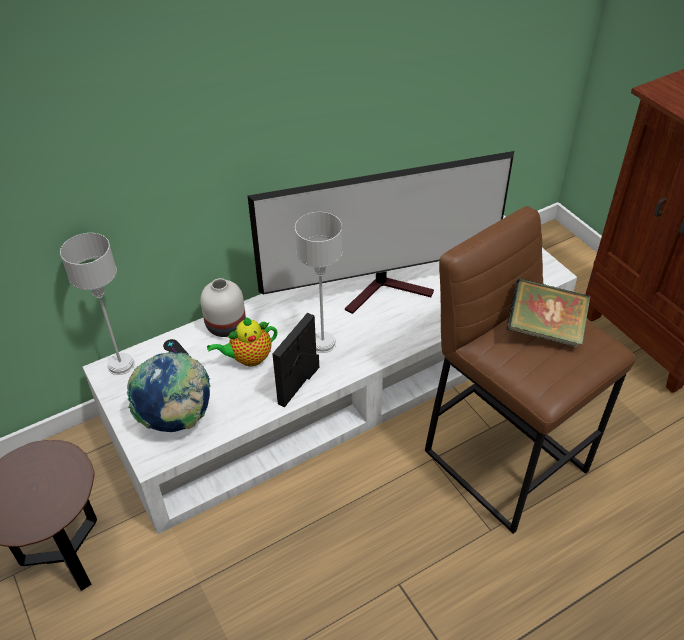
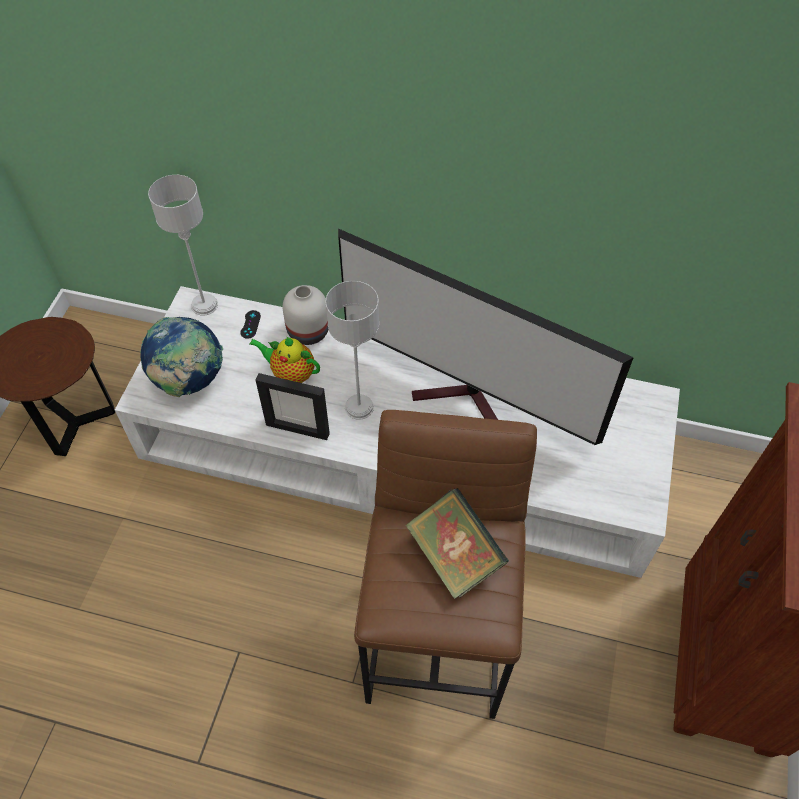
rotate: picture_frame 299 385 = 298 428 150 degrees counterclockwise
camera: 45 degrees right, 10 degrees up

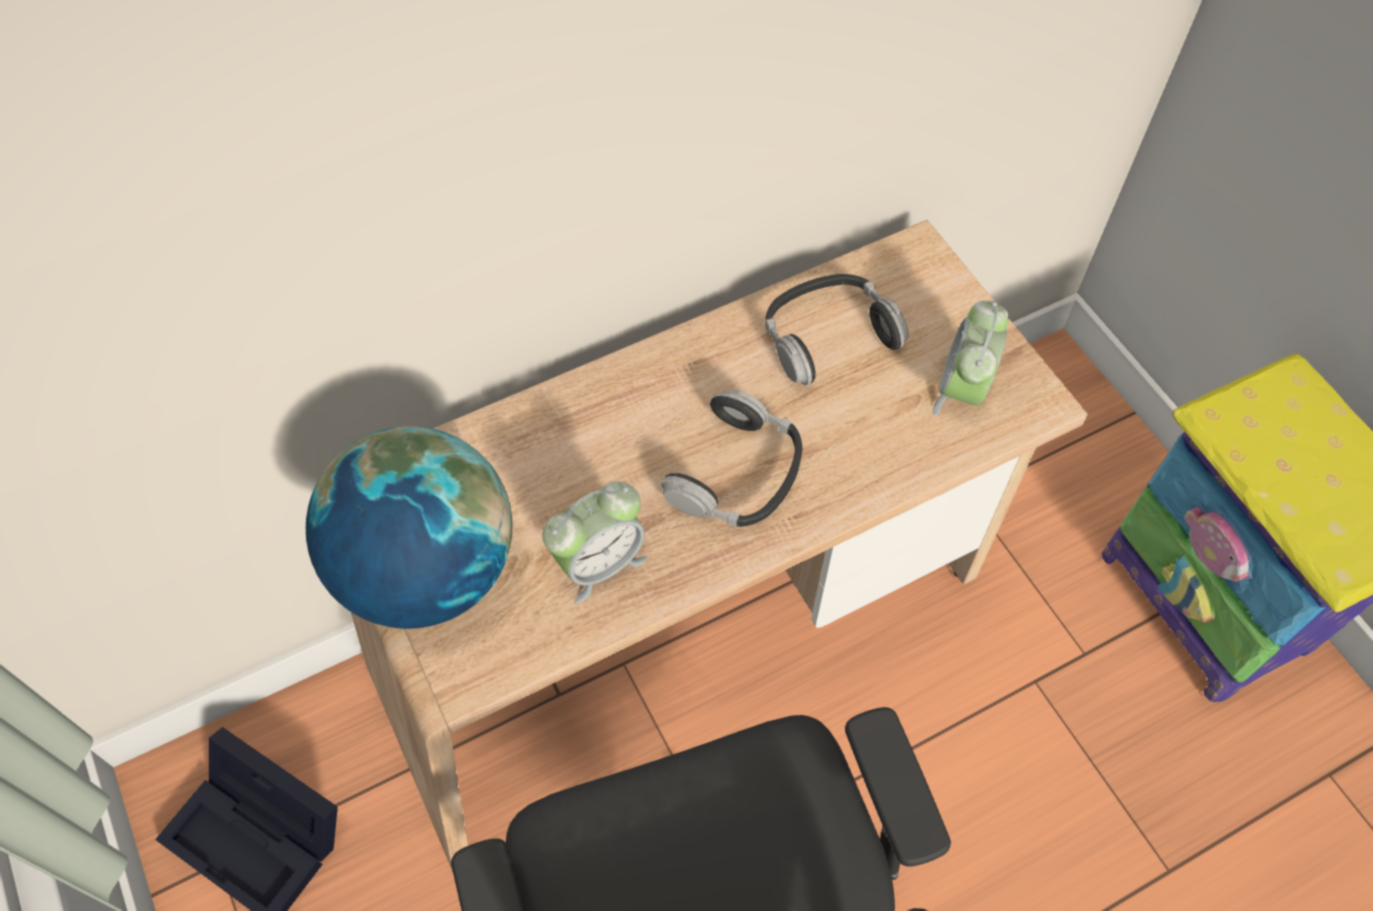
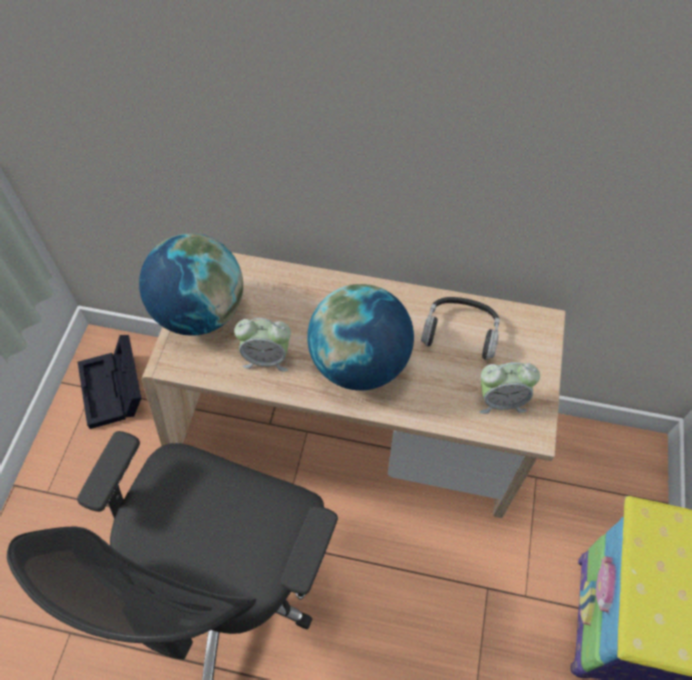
replace: headphones 737 474 to globe 359 363
rotate: alarm_clock 962 389 = 501 400 150 degrees counterclockwise
camera: 40 degrees right, 0 degrees up

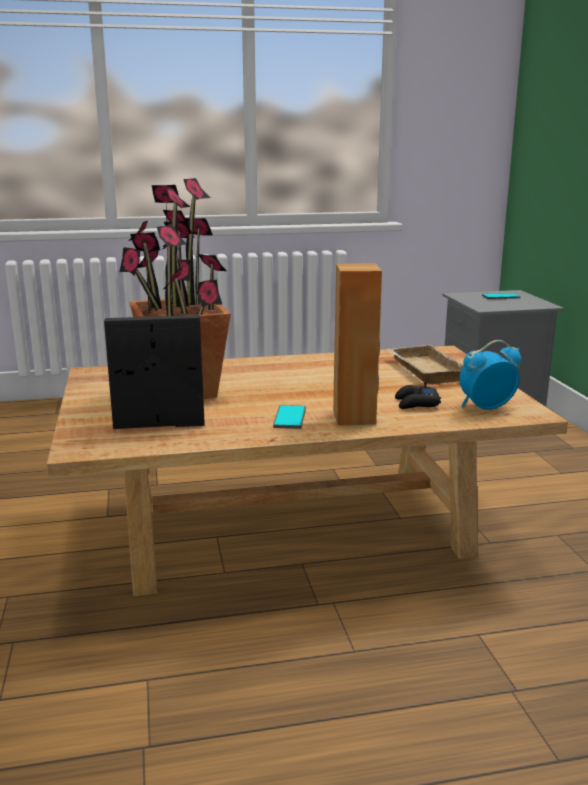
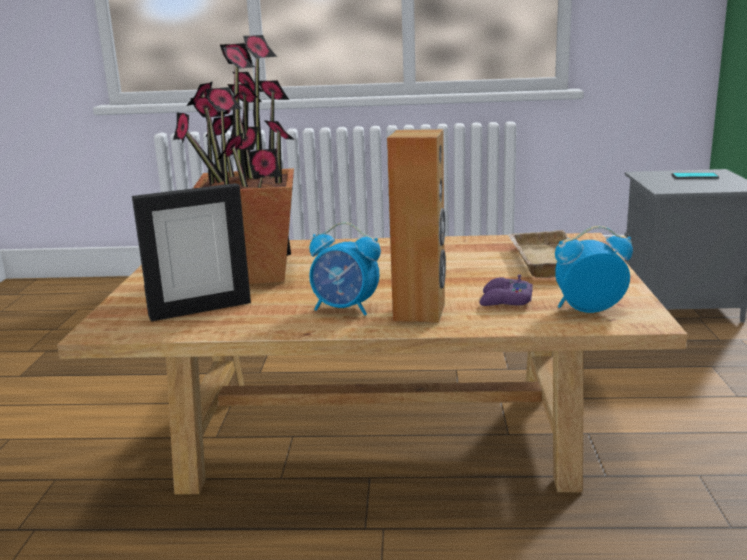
replace: phone 290 418 to alarm_clock 345 309
recolor: black_game_controller 416 403 to purple_game_controller 505 300
rotate: picture_frame 159 425 = 200 309 150 degrees clockwise
camera: 15 degrees right, 0 degrees up

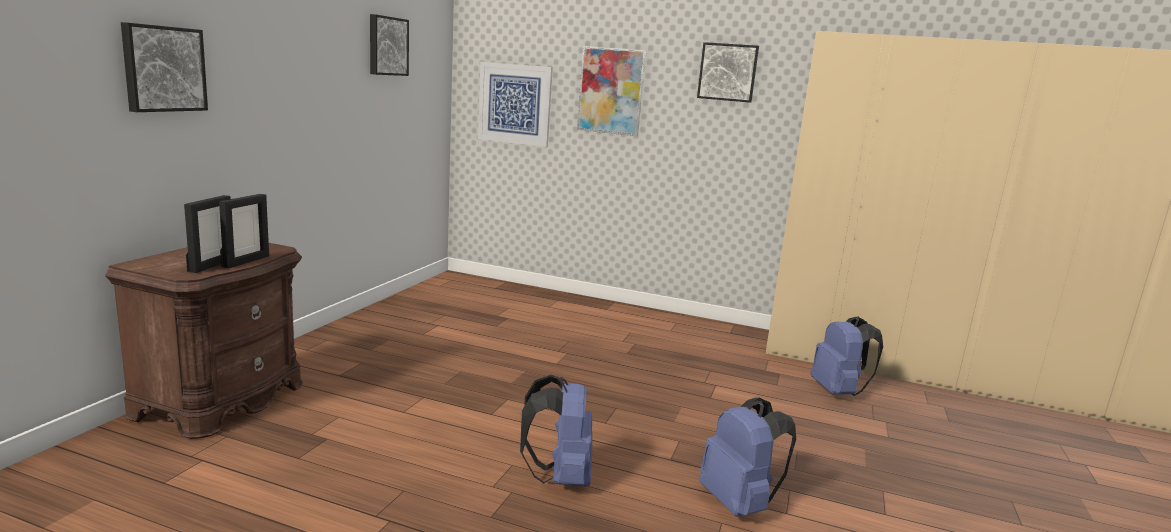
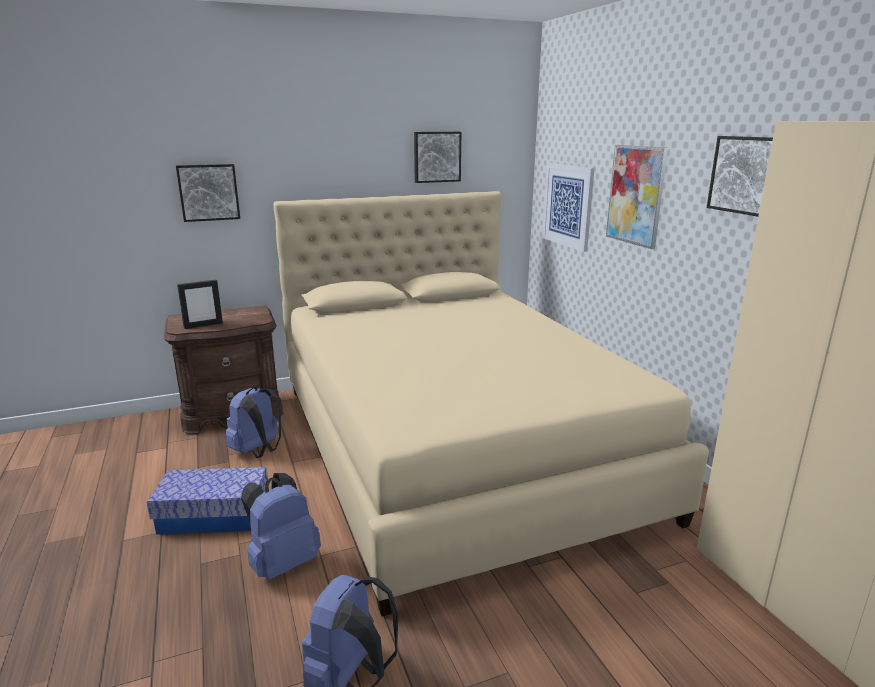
delete: picture_frame 246 261
insert: beige_bed 453 446; storage_box 214 516
move: blue_backpack 838 392 to 258 451
camera: 50 degrees right, 5 degrees up

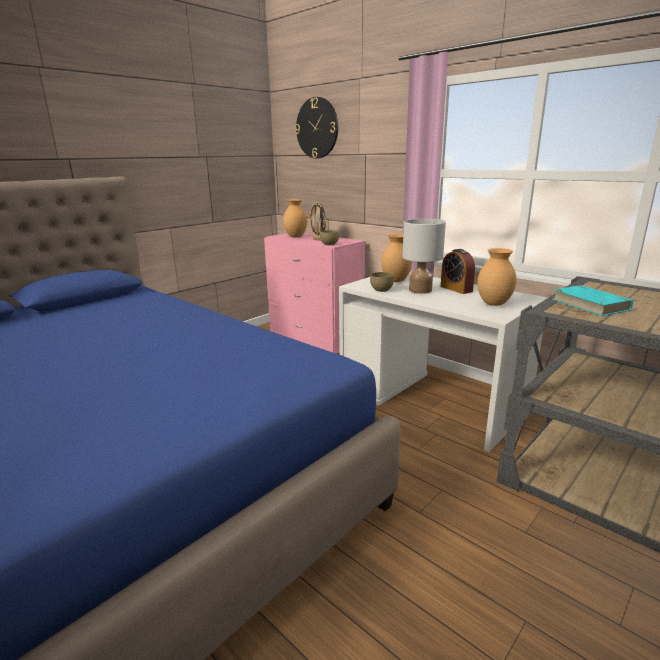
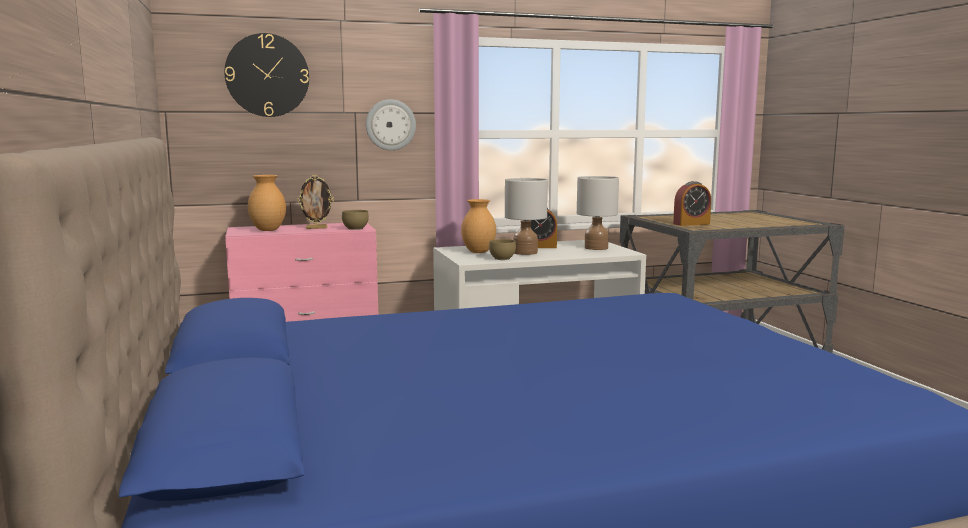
insert: wall_clock 390 125
replace: brown_vase 493 304 to grey_table_lamp 596 248; turquoise_book 589 304 to alarm_clock 691 224
camera: 60 degrees left, 10 degrees down

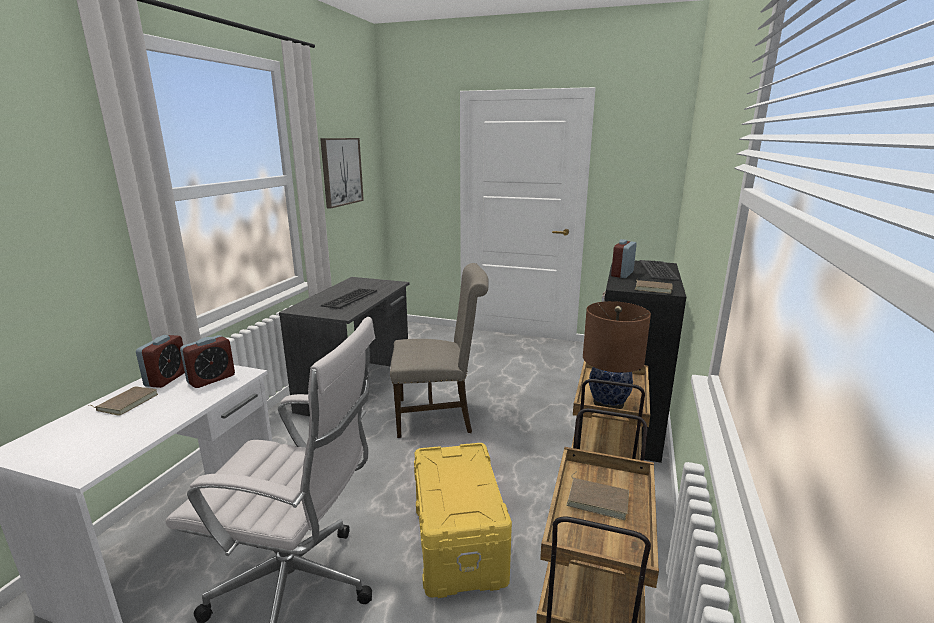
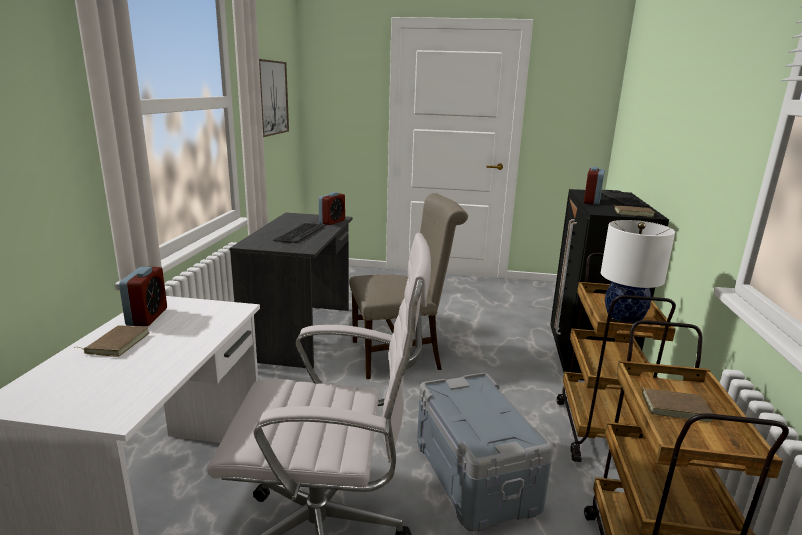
move: alarm_clock 211 379 to 332 222
recolor: brown_table_lamp 608 403 to white_table_lamp 623 321; yellow_storage_box 457 542 to grey_storage_box 473 475
camera: 10 degrees left, 0 degrees up

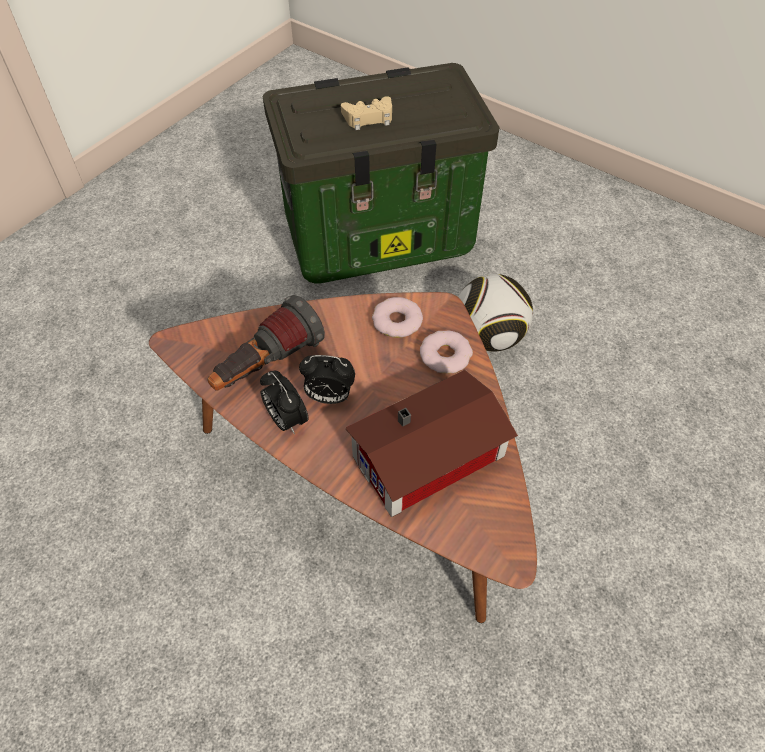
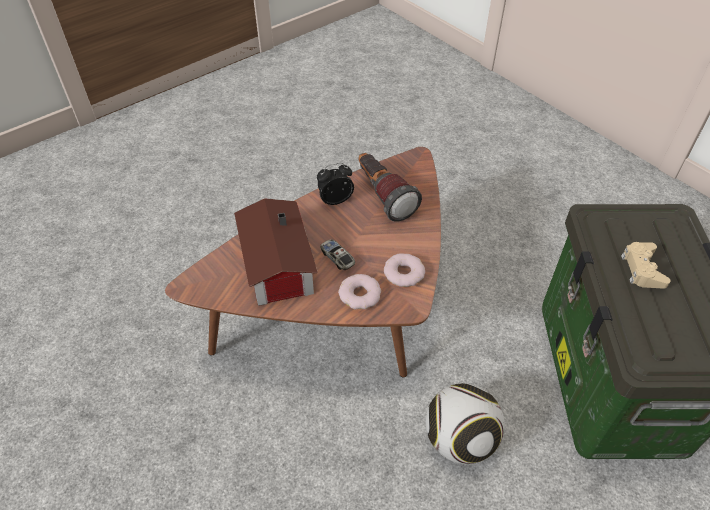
delete: alarm_clock 329 396
insert: toy_car 337 258
camera: 105 degrees right, 5 degrees down

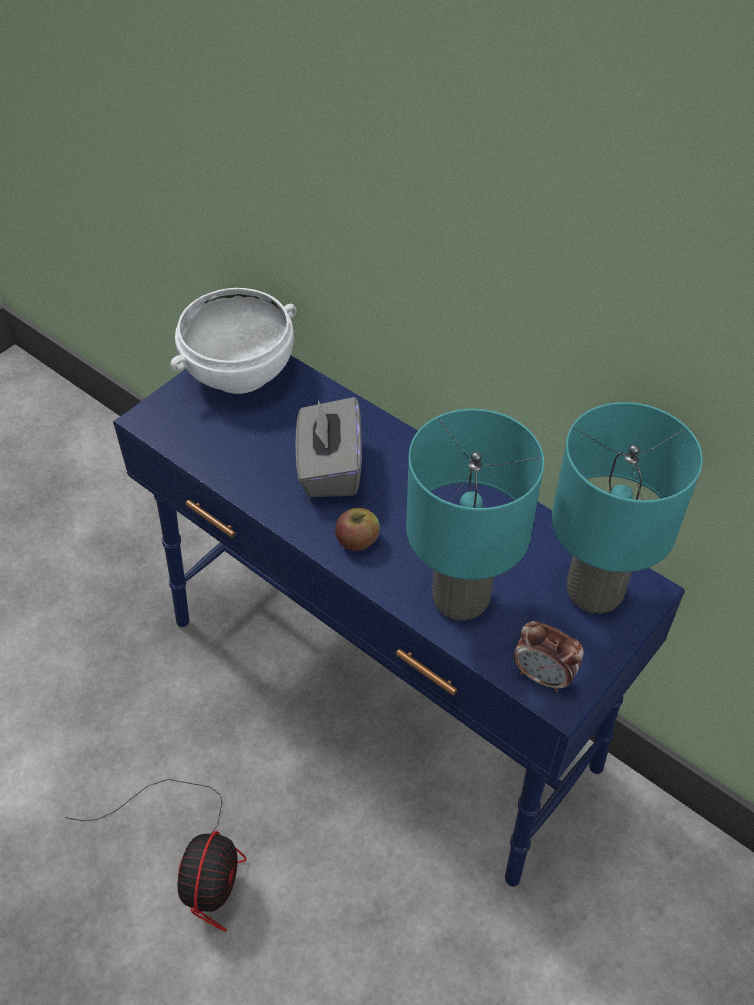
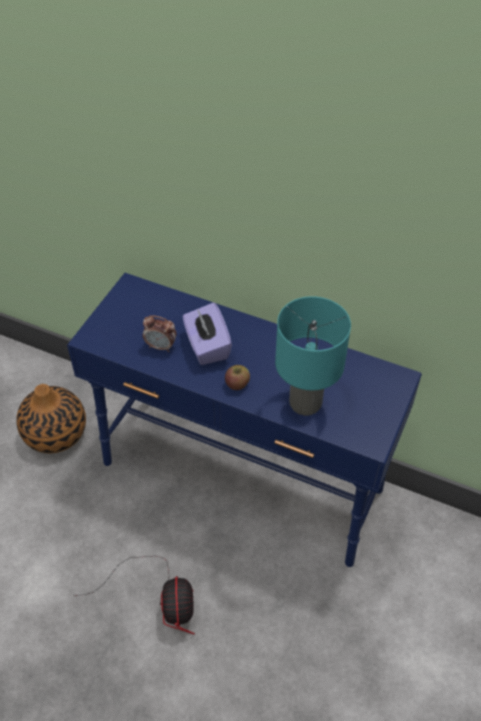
delete: white_bowl 239 371; turquoise_table_lamp 597 594
insert: vase 56 433
move: alarm_clock 543 676 to 161 346
recolor: grey_tissue_box 330 468 to purple_tissue_box 207 346
camera: 15 degrees left, 0 degrees up

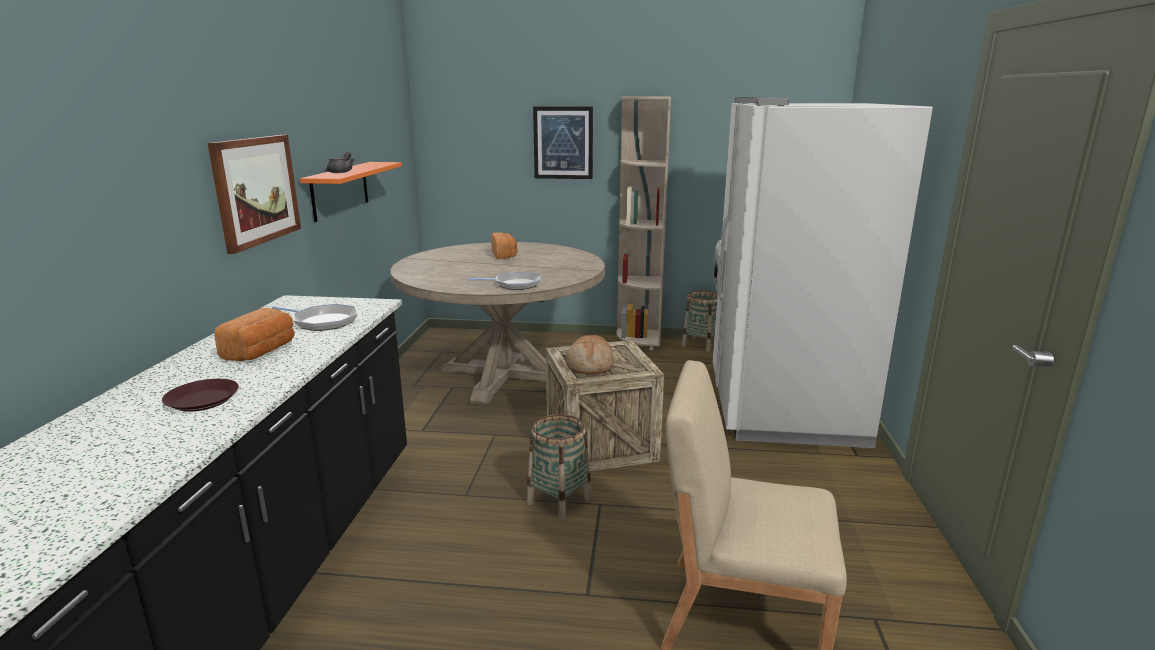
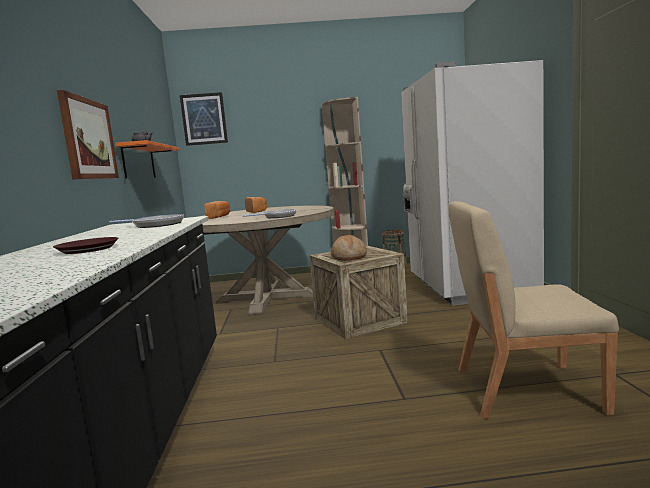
delete: basket 559 501
move: picture 563 143 to 204 119; bread 262 351 to 219 217
camera: 10 degrees left, 10 degrees down

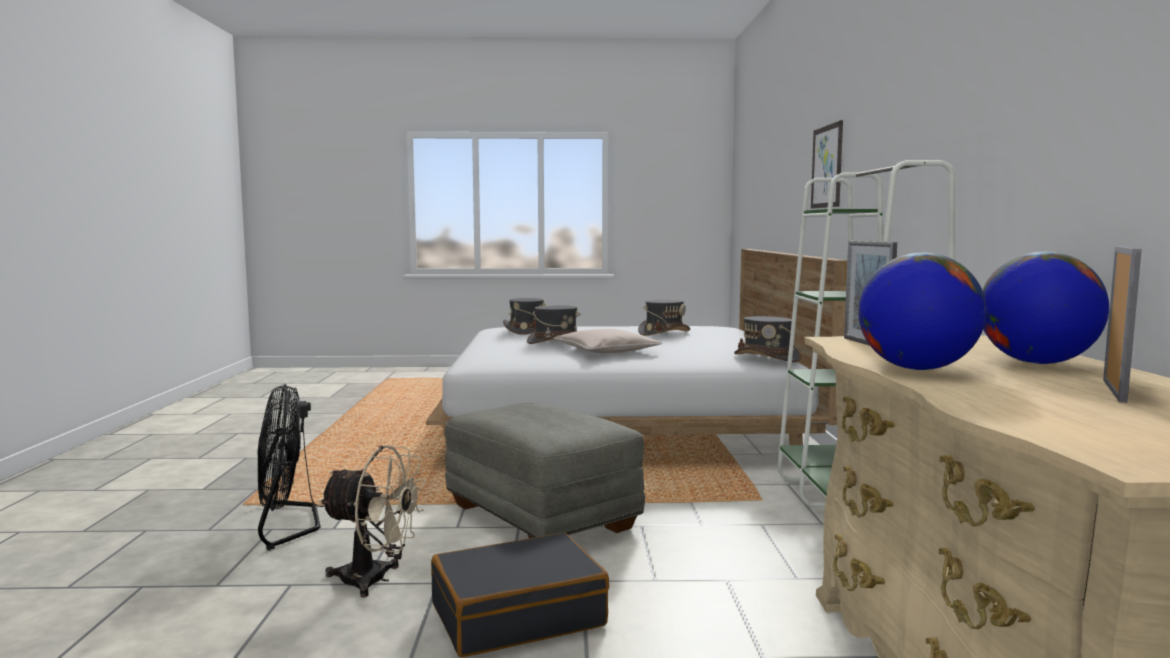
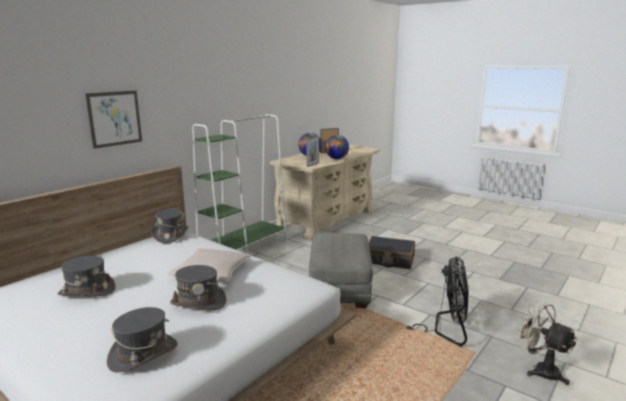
move: beige_fan 375 580 to 540 370
camera: 140 degrees left, 10 degrees up

